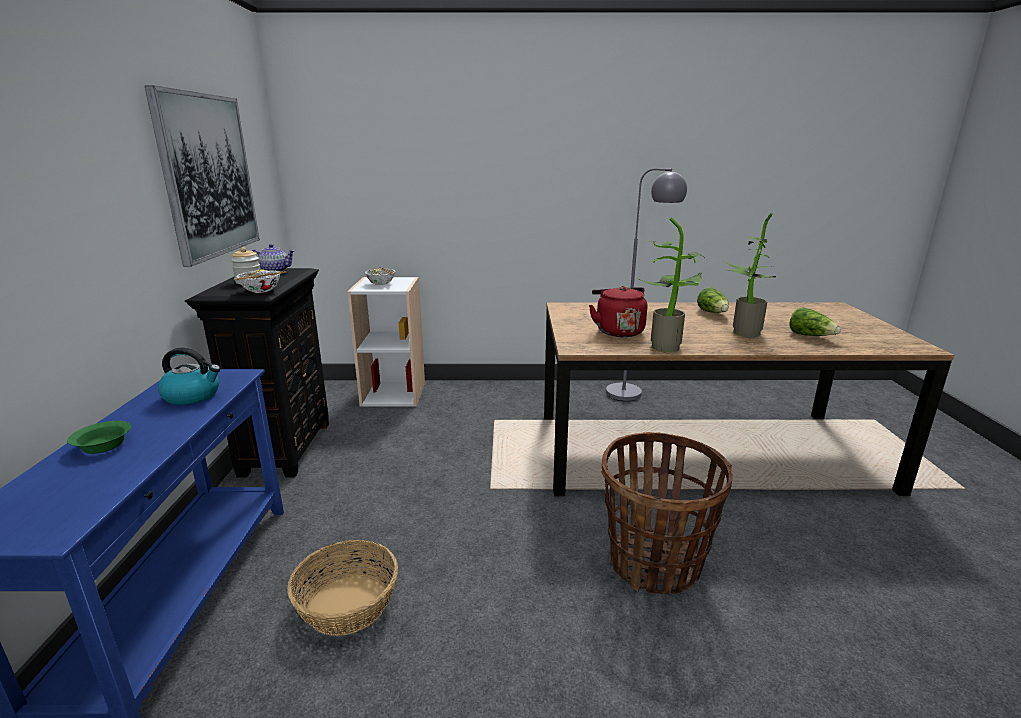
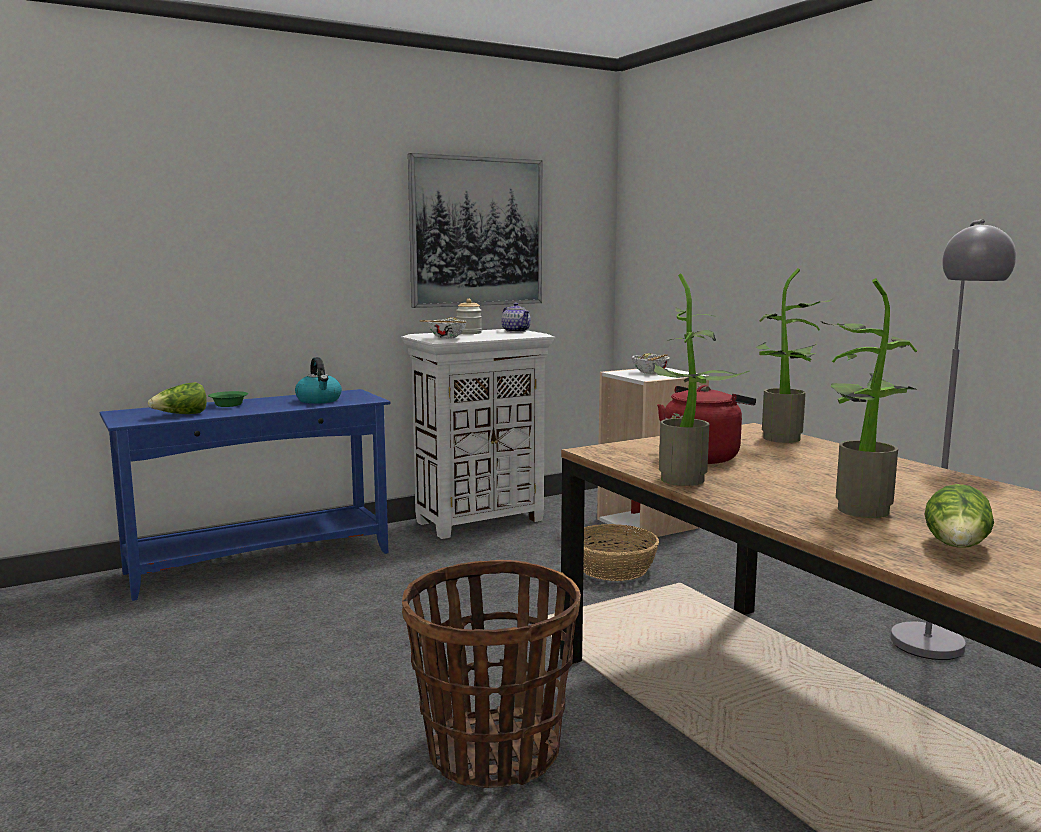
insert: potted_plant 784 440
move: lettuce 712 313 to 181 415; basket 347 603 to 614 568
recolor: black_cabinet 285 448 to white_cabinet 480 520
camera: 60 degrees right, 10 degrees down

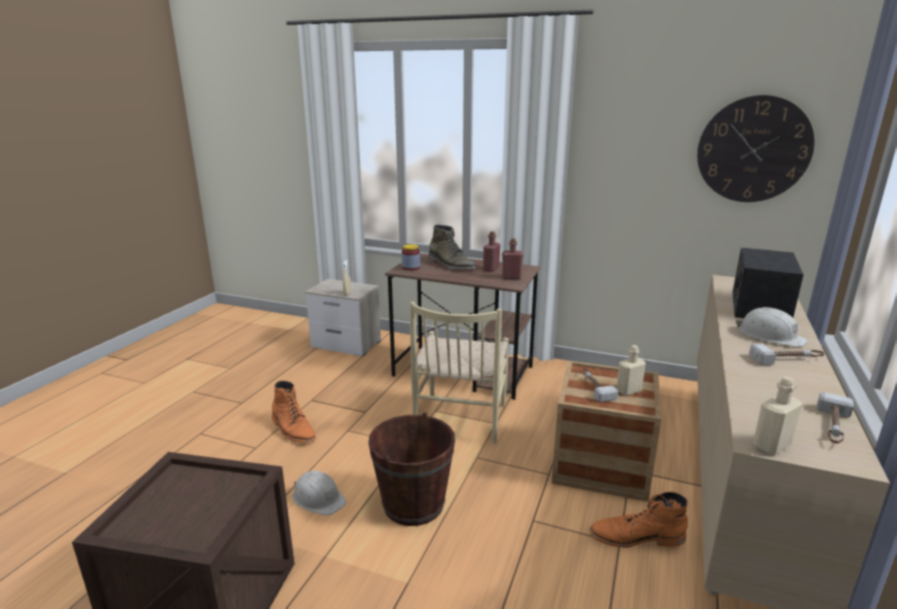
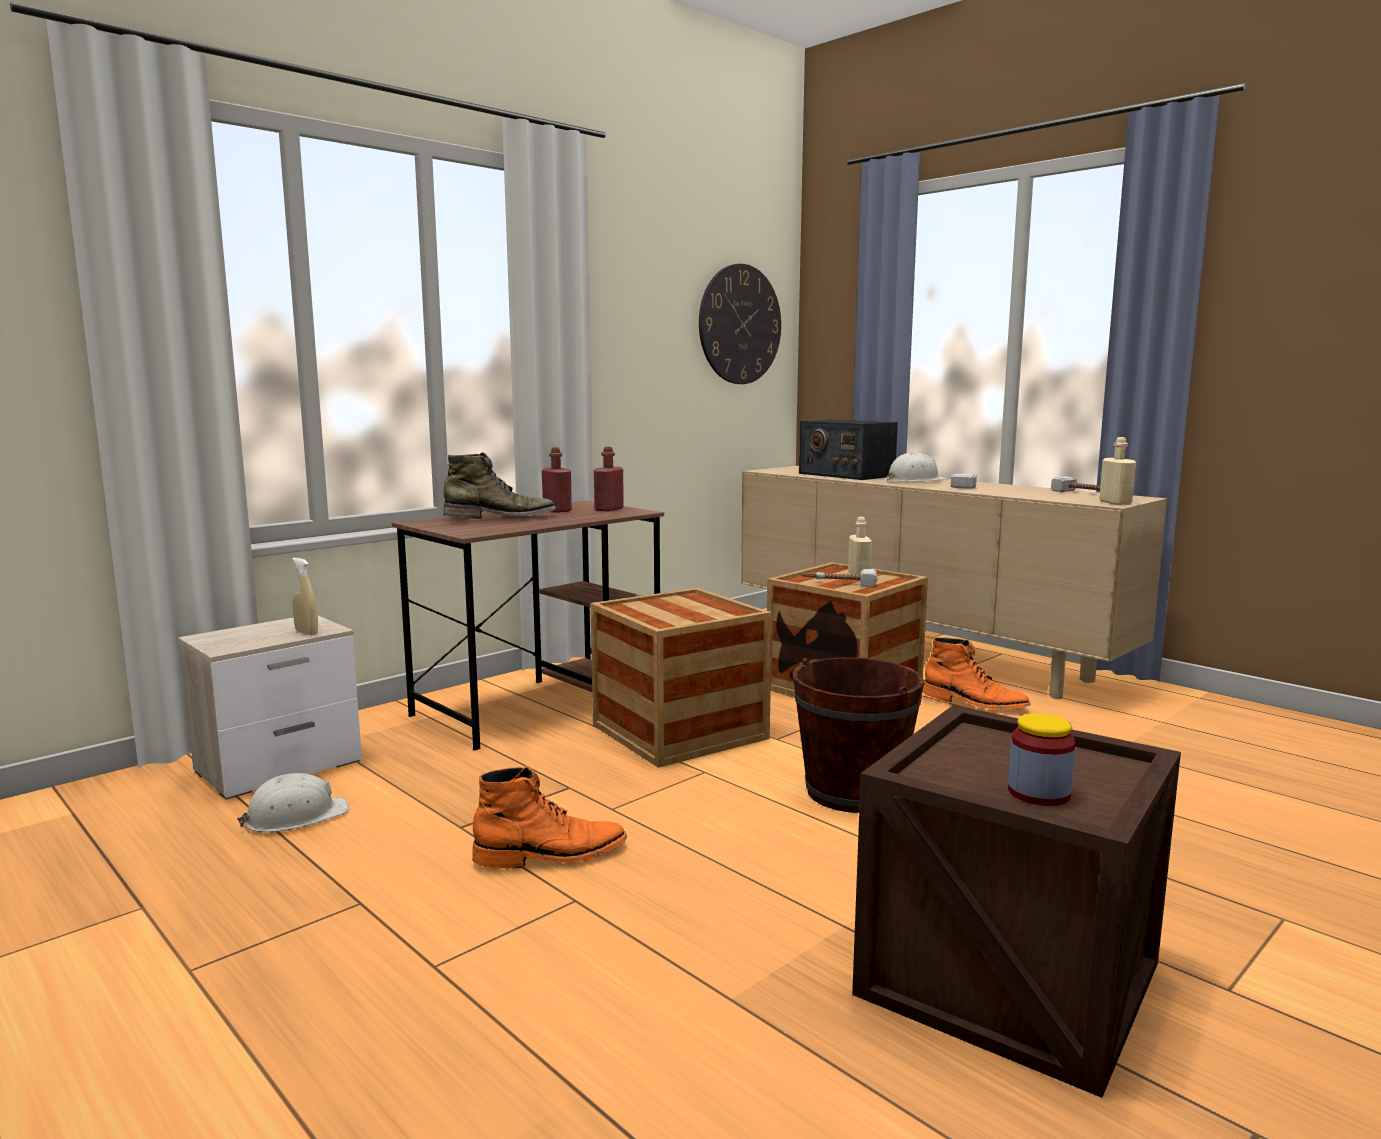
move: jar 411 268 to 1039 793; white_hard_hat 318 498 to 296 817
replace: beige_chair 459 422 to crate 679 732
rotate: orange_boot 636 537 = 974 703 90 degrees counterclockwise
camera: 65 degrees left, 10 degrees down

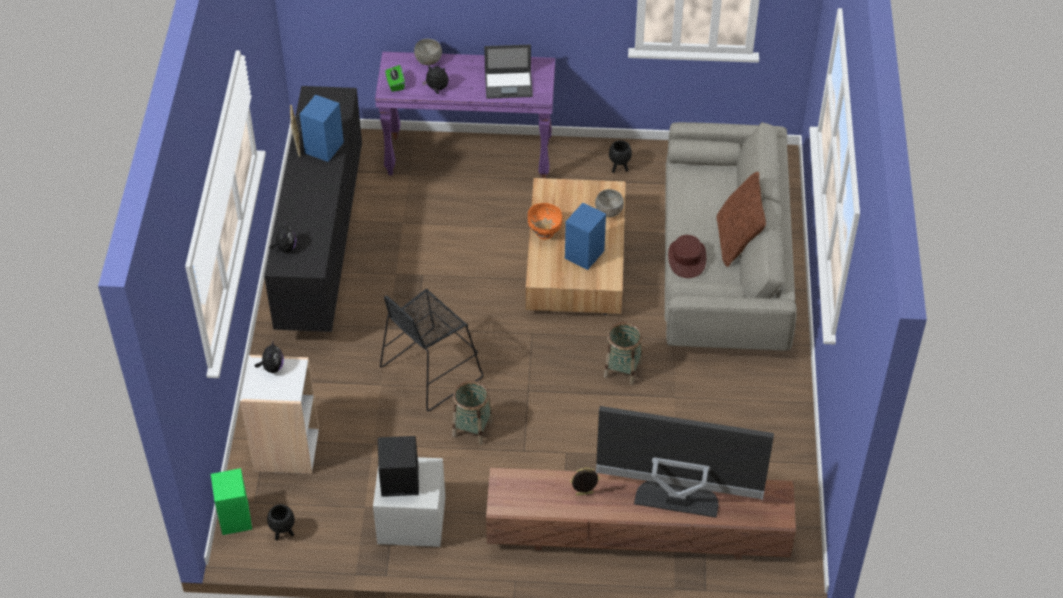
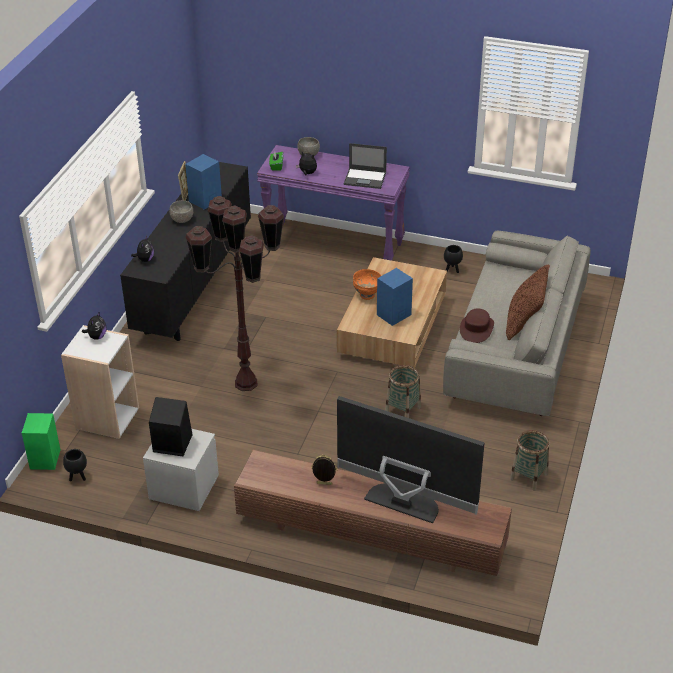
move: grey_bowl 608 212 to 181 220; basket 472 428 to 528 476
replace: black_stool 431 370 to brown_floor_lamp 245 383
camera: 15 degrees right, 10 degrees down

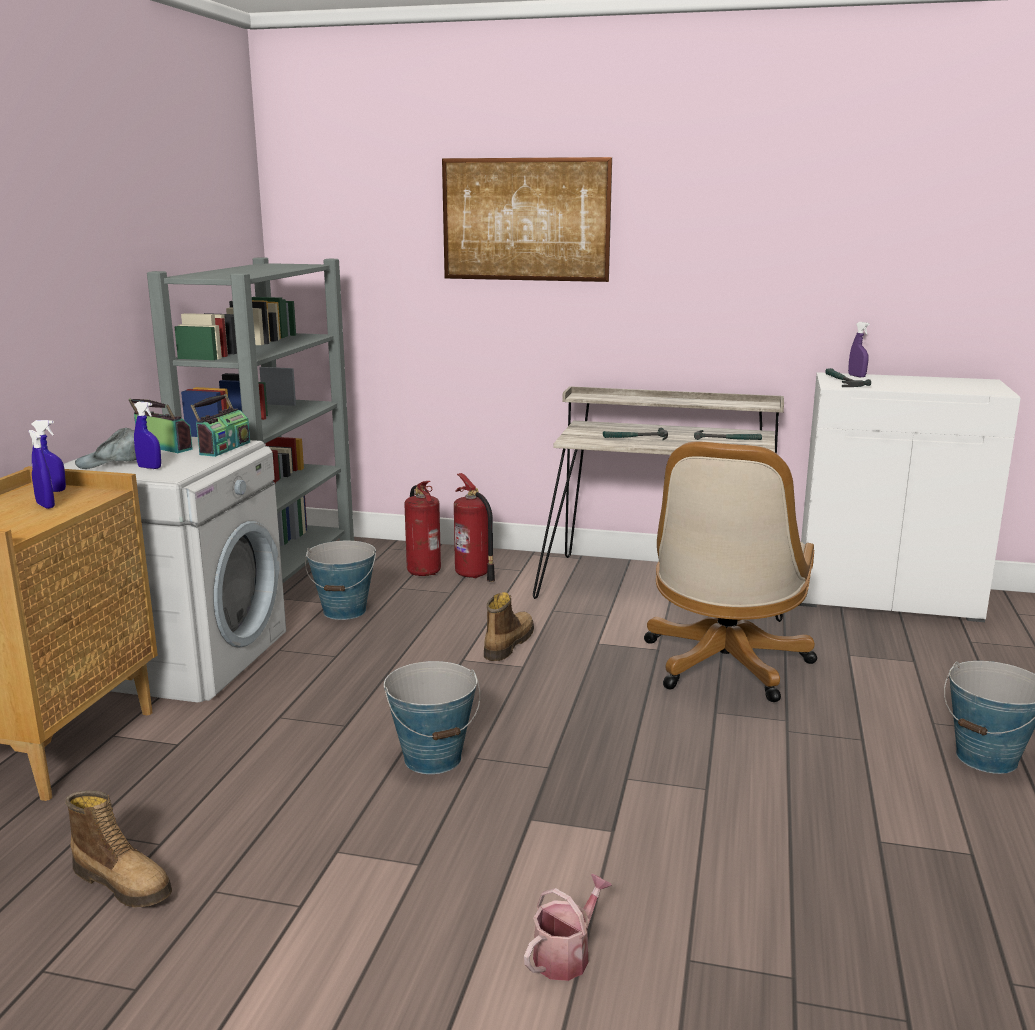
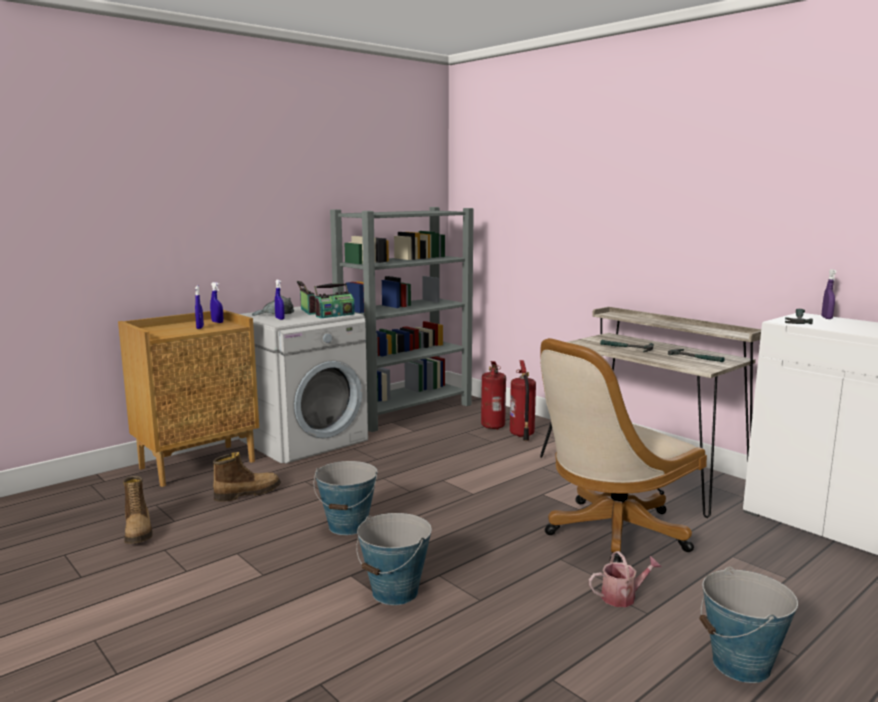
delete: picture 525 220
move: bucket 345 611 to 395 592; boot 507 644 to 247 493; watering_can 566 955 to 623 597
camera: 35 degrees right, 5 degrees down

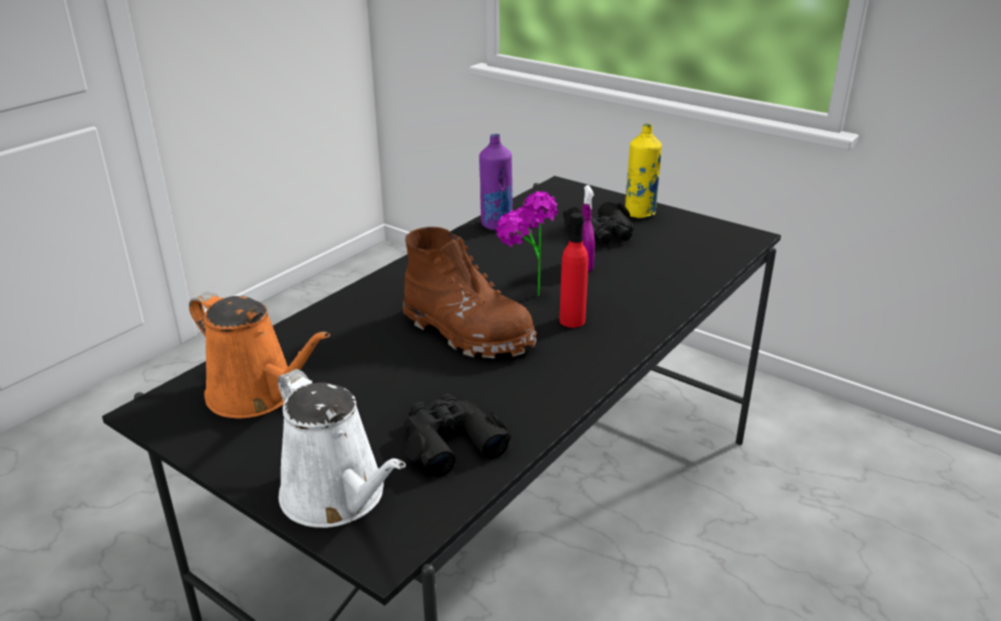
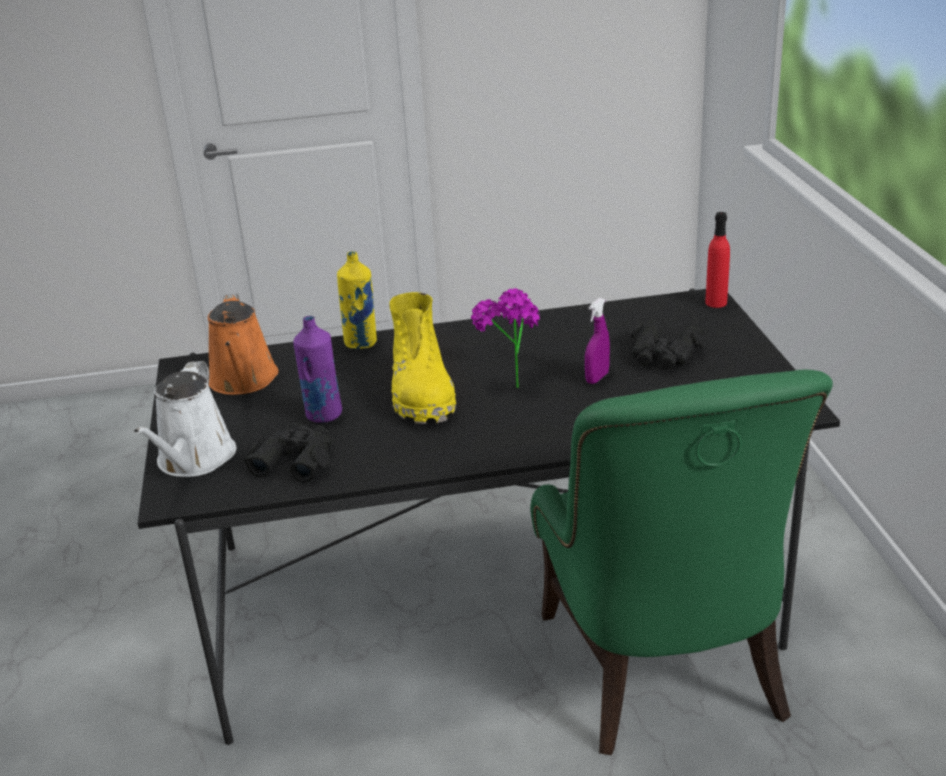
insert: green_chair 663 666
move: yellow_bottle 640 213 to 361 343; purple_bottle 496 225 to 323 415; red_bottle 572 320 to 716 303
recolor: brown_boot 467 332 to yellow_boot 422 394
camera: 45 degrees right, 0 degrees up

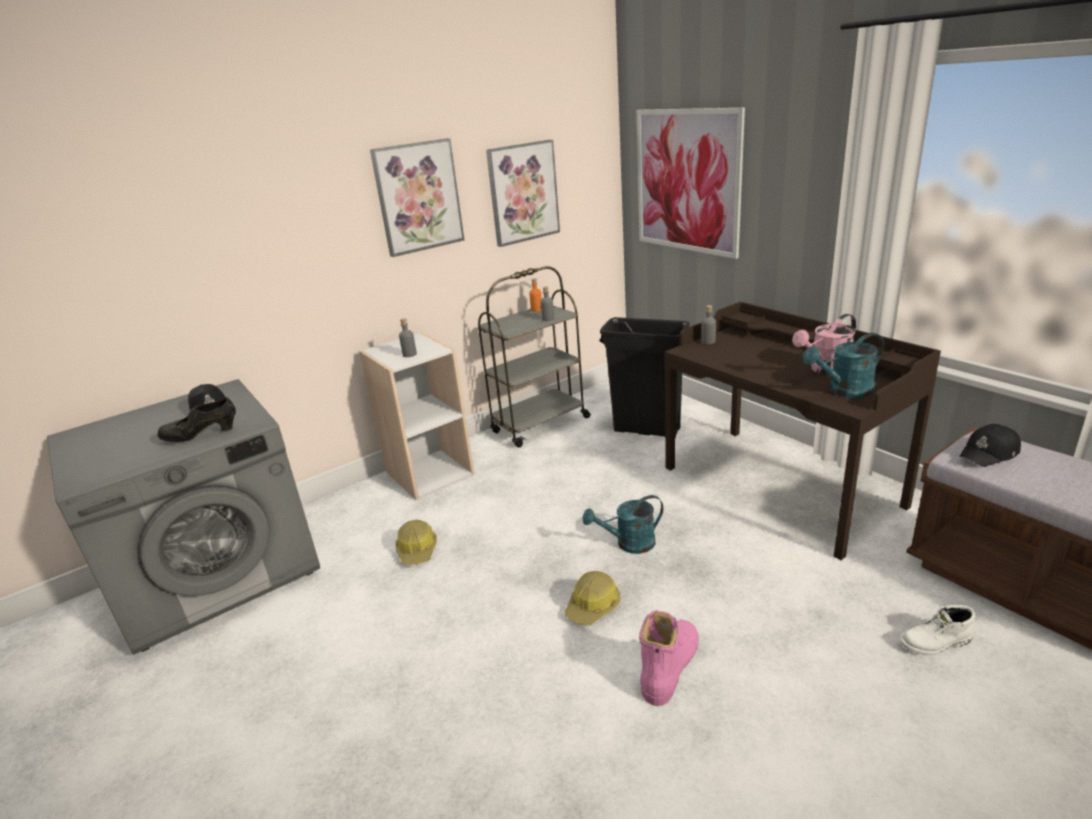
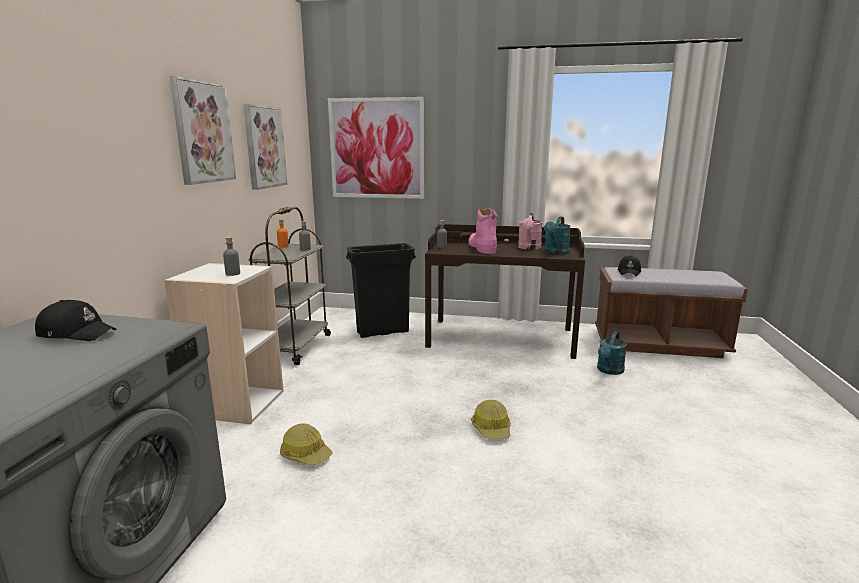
delete: black_shoe 202 436; white_boot 935 643
move: turquoise_watering_can 629 544 to 609 371; pink_boot 669 667 to 482 248
camera: 45 degrees left, 10 degrees down

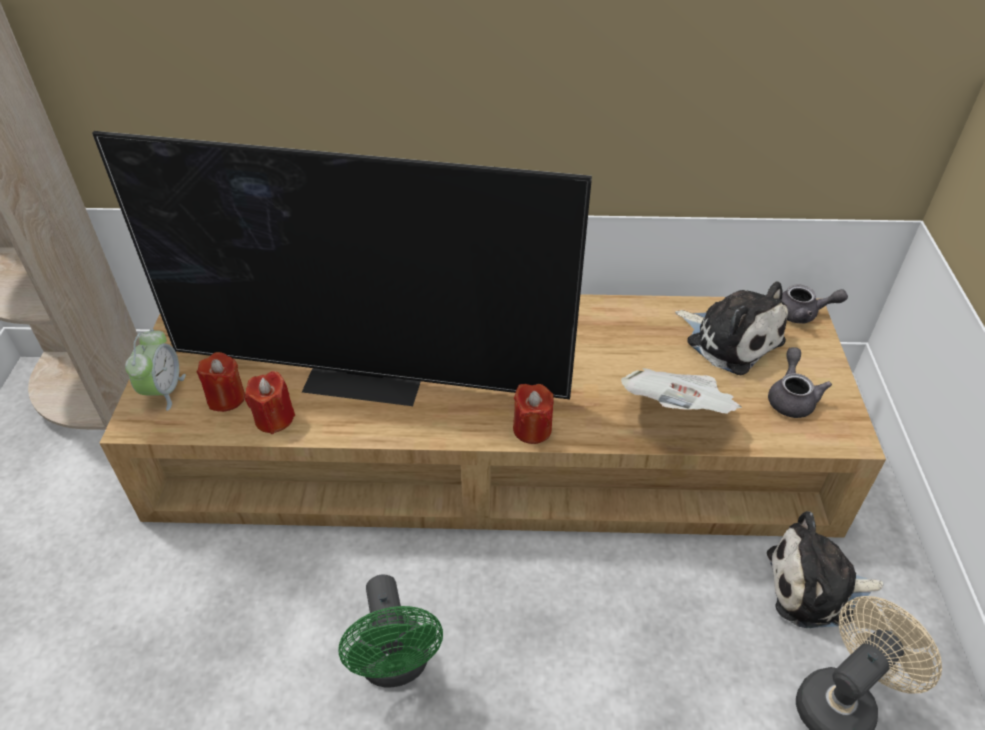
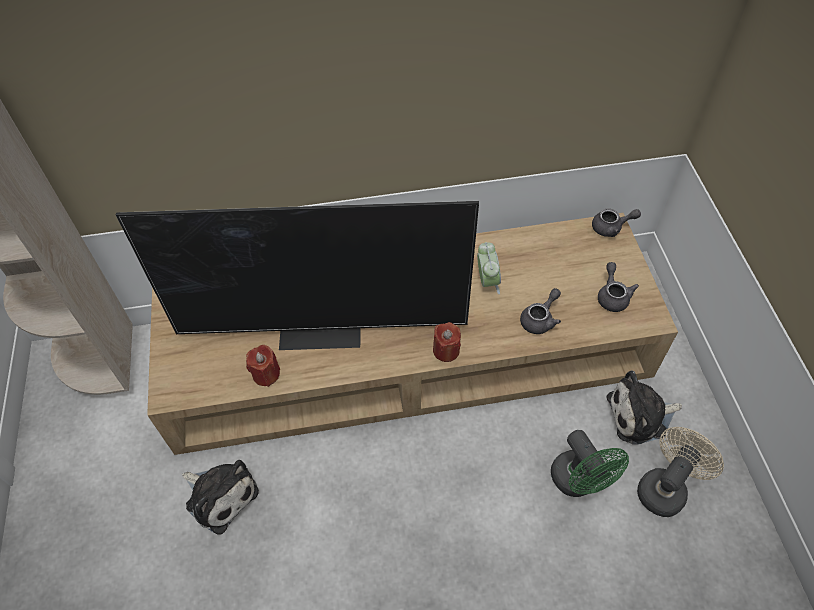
delete: red_candle 226 398
move: plush_toy 730 339 to 220 495; alarm_clock 163 391 to 487 281; green_fan 396 666 to 579 482
replace: newspaper 677 411 to grey_teapot 540 319
camera: 10 degrees left, 10 degrees up

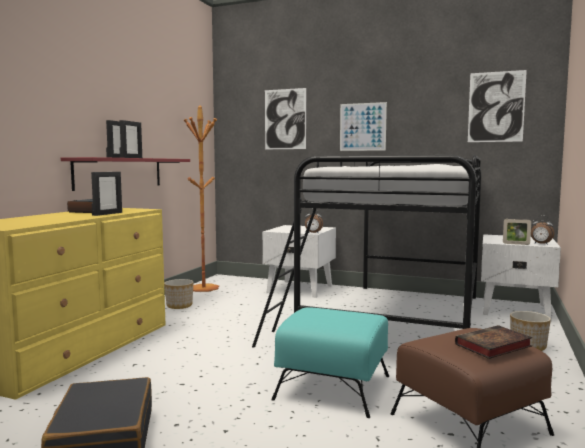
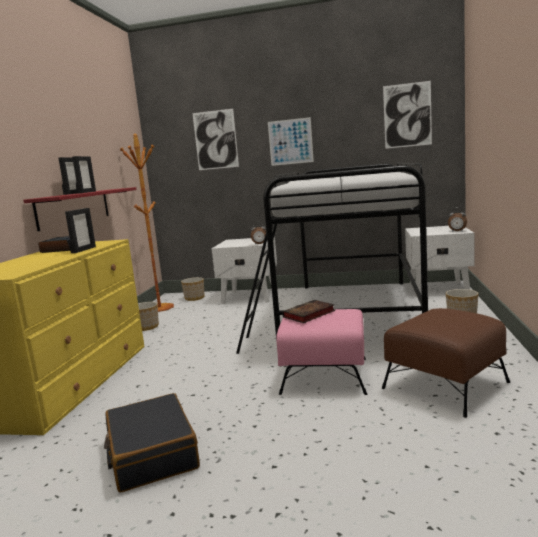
delete: picture_frame 516 244
insert: planter 194 298
move: book 492 346 to 308 315
recolor: turquoise_ottoman 334 388 to pink_ottoman 325 375
camera: 10 degrees left, 5 degrees up

